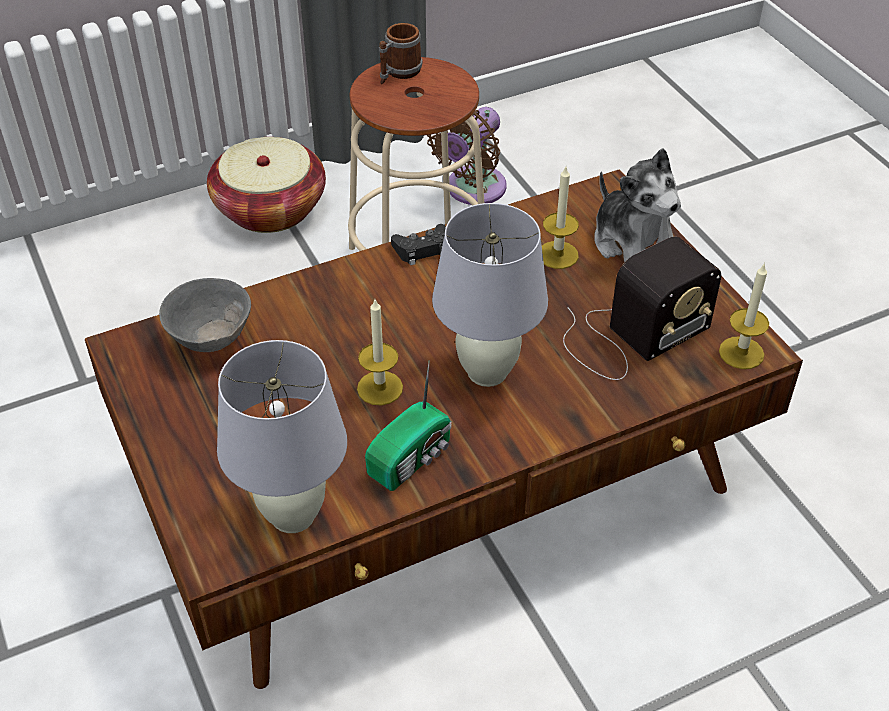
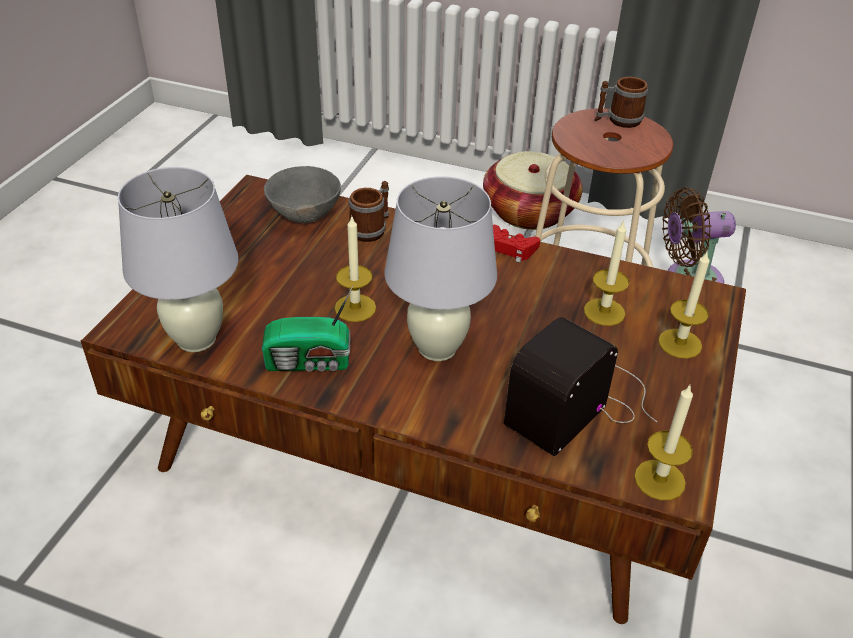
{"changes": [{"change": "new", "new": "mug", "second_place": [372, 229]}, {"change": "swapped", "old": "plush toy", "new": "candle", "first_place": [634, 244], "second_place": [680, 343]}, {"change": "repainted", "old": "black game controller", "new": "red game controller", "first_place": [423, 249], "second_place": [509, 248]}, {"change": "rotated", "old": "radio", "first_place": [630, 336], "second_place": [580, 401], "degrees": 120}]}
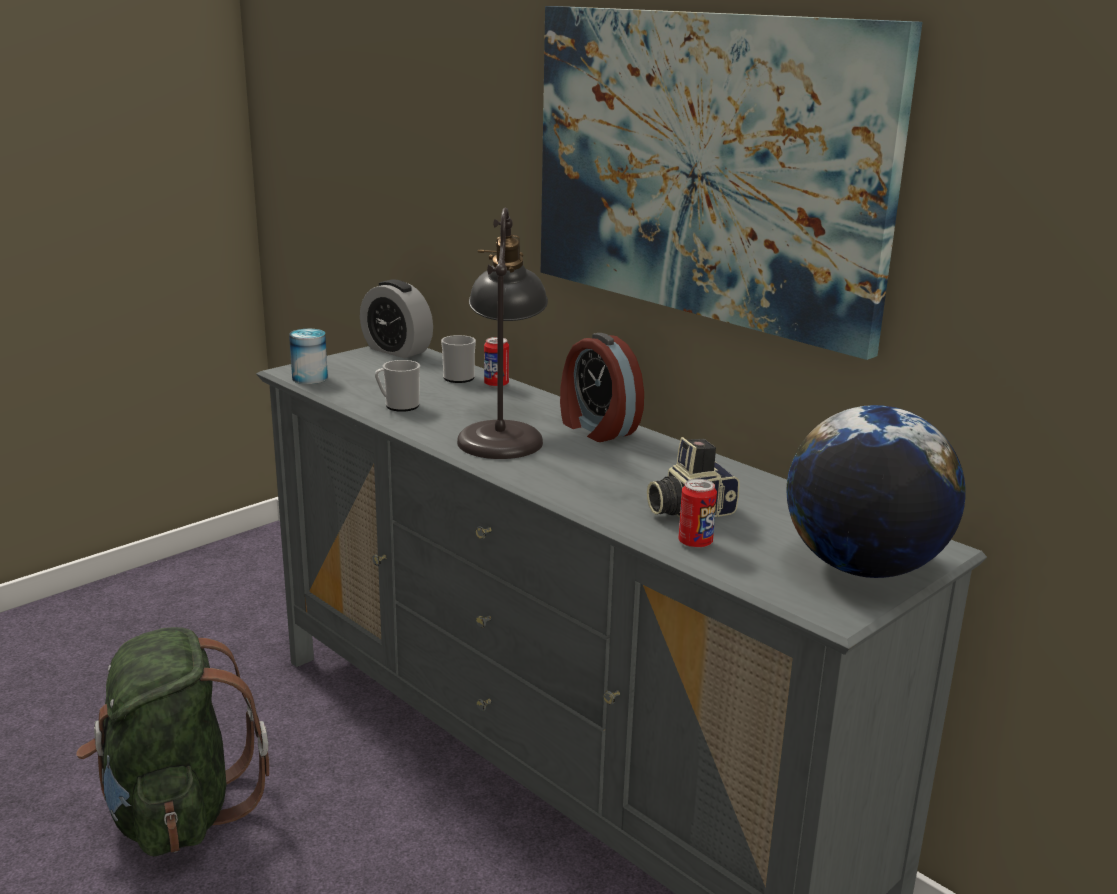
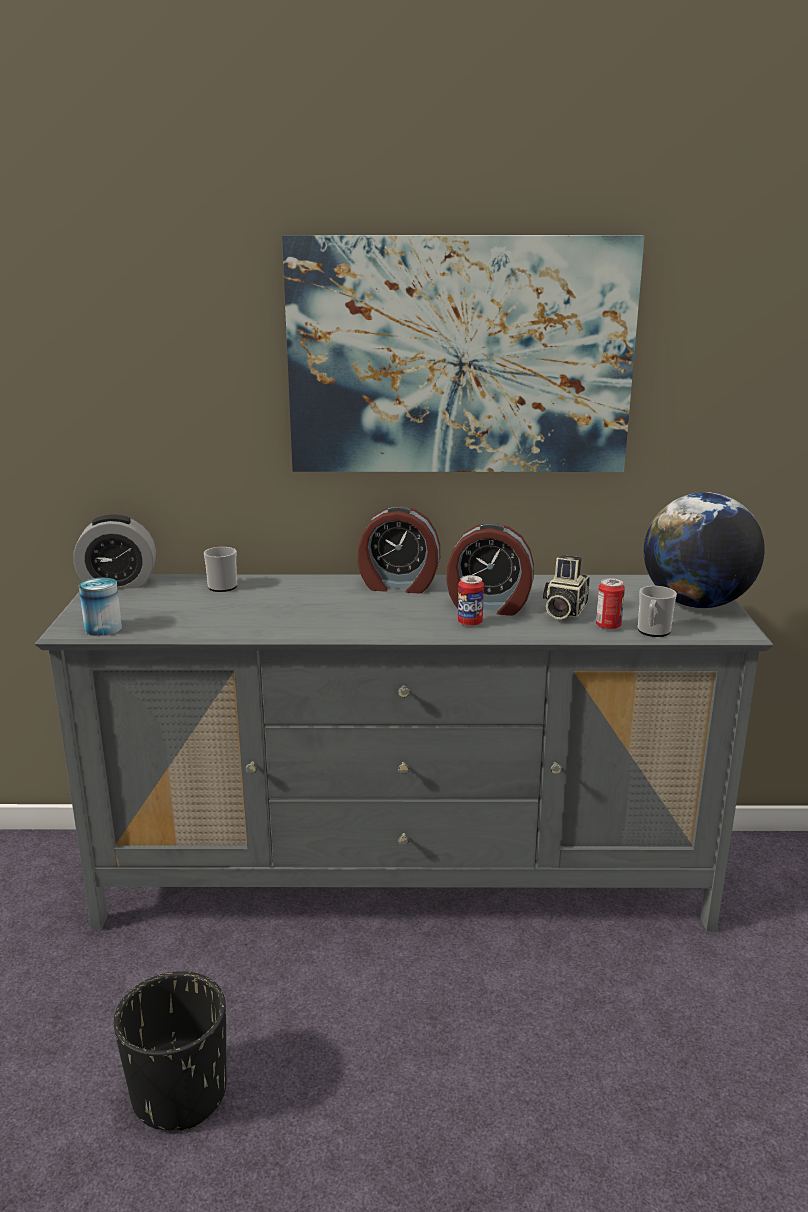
{"changes": [{"change": "gone", "old": "grey table lamp", "first_place": [502, 428]}, {"change": "new", "new": "alarm clock", "second_place": [488, 606]}, {"change": "shifted", "old": "mug", "first_place": [398, 406], "second_place": [653, 632]}, {"change": "shifted", "old": "can", "first_place": [496, 385], "second_place": [470, 623]}, {"change": "swapped", "old": "green backpack", "new": "black planter", "first_place": [176, 811], "second_place": [180, 1094]}]}
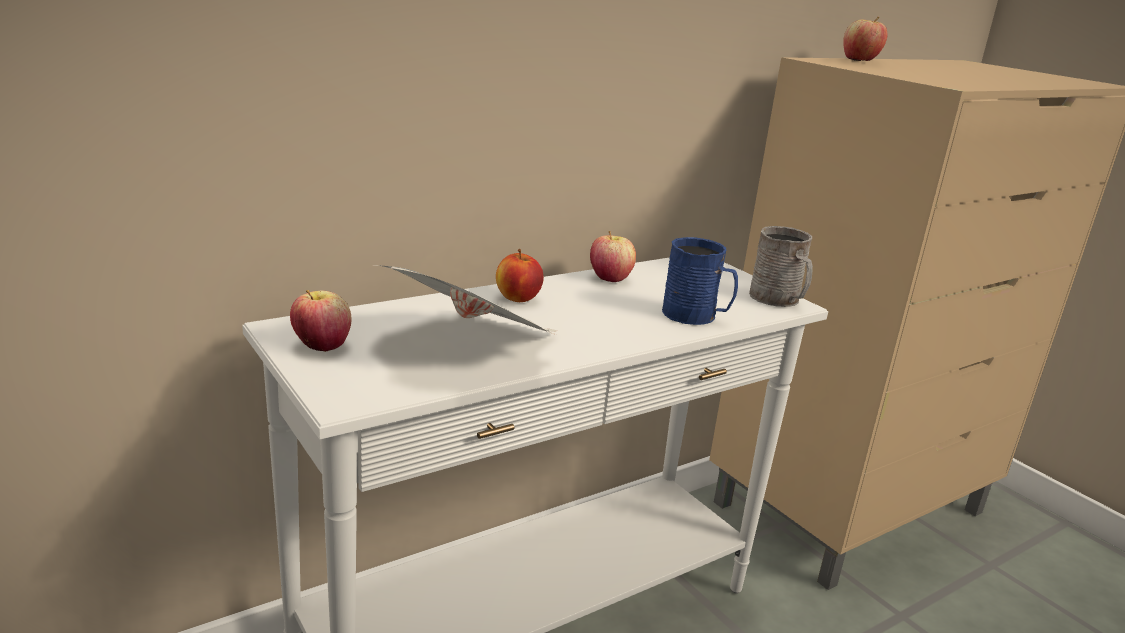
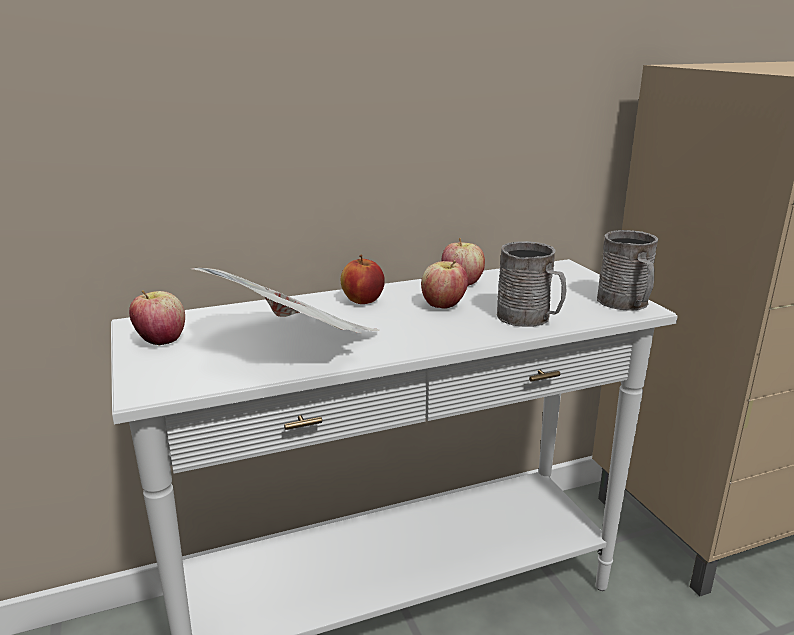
{"changes": [{"change": "shifted", "old": "apple", "first_place": [860, 61], "second_place": [443, 305]}, {"change": "repainted", "old": "blue mug", "new": "grey mug", "first_place": [696, 316], "second_place": [529, 318]}]}
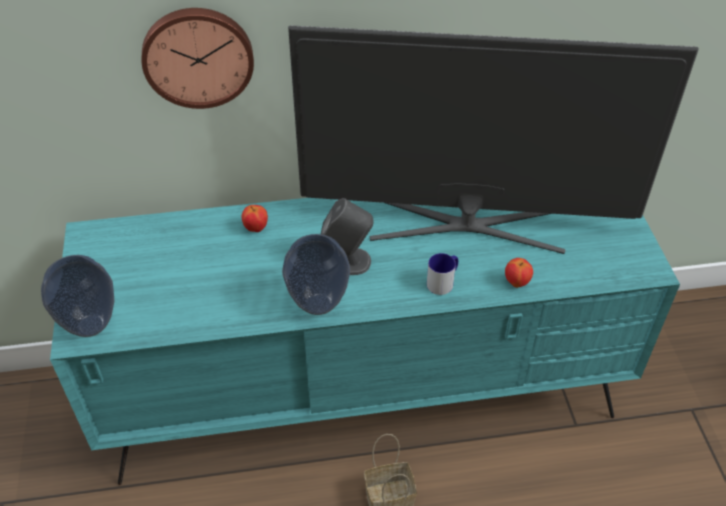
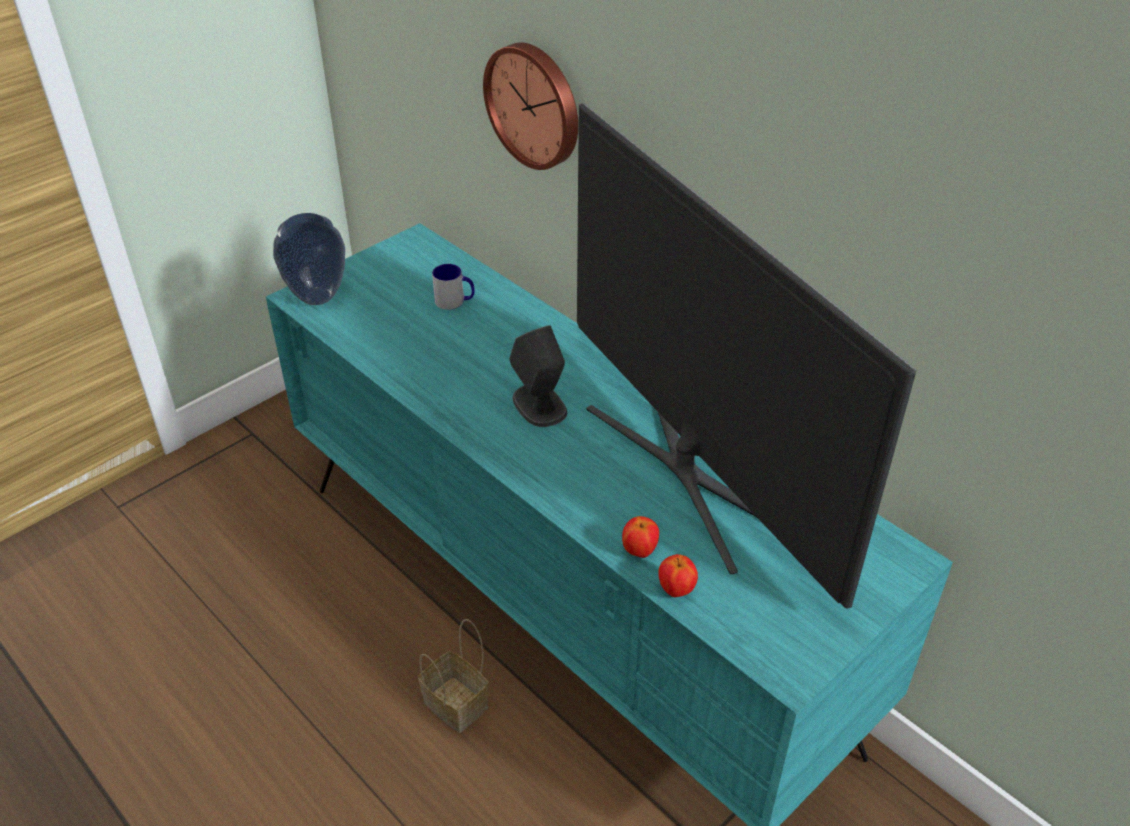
{"changes": [{"change": "gone", "old": "vase", "first_place": [317, 304]}, {"change": "shifted", "old": "apple", "first_place": [256, 228], "second_place": [676, 590]}, {"change": "shifted", "old": "mug", "first_place": [443, 282], "second_place": [455, 301]}]}
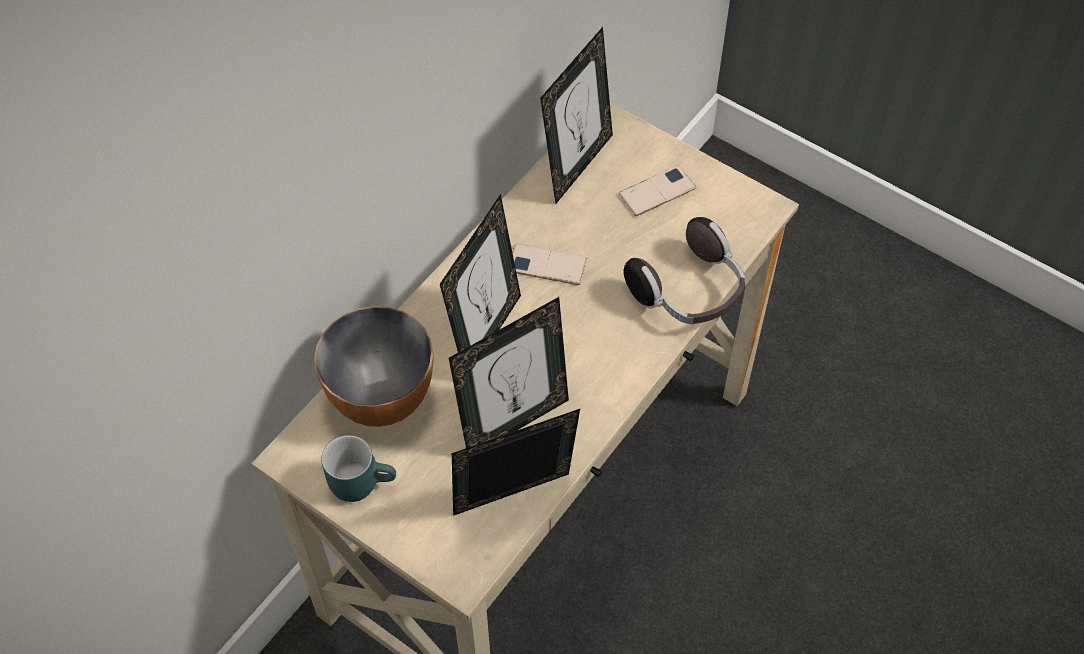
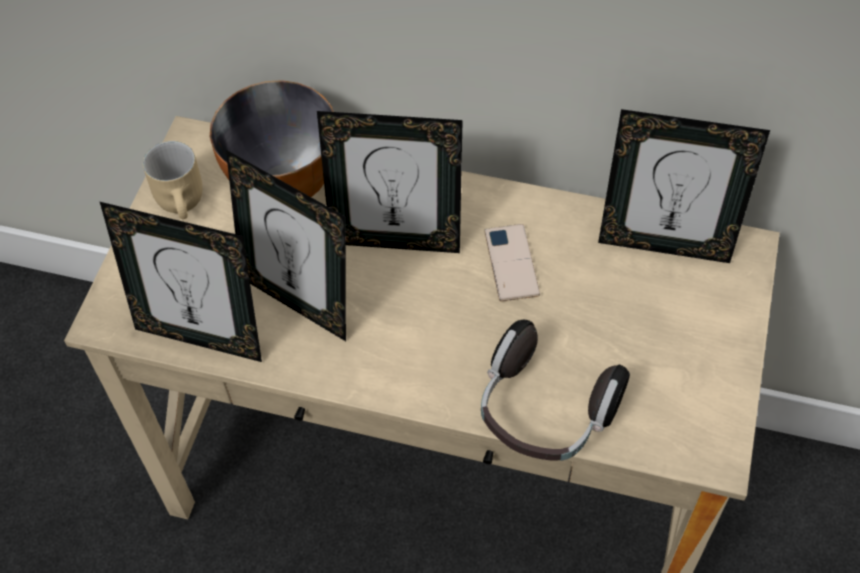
{"changes": [{"change": "gone", "old": "phone", "first_place": [657, 191]}, {"change": "repainted", "old": "turquoise mug", "new": "beige mug", "first_place": [361, 480], "second_place": [185, 202]}, {"change": "rotated", "old": "picture frame", "first_place": [515, 503], "second_place": [202, 336], "degrees": 150}]}
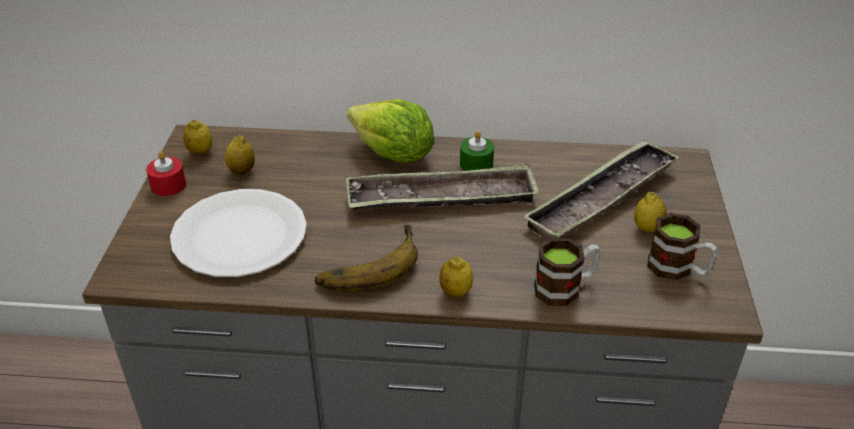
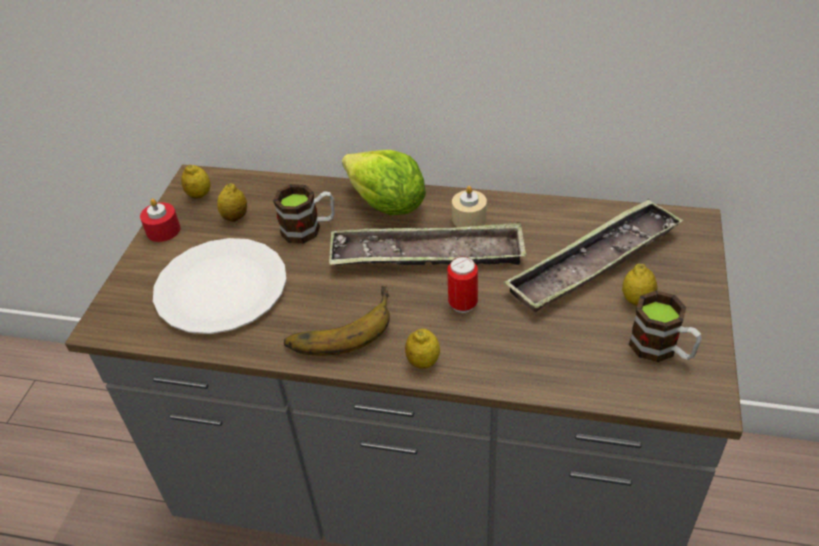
{"changes": [{"change": "new", "new": "can", "second_place": [463, 304]}, {"change": "shifted", "old": "mug", "first_place": [565, 287], "second_place": [309, 229]}, {"change": "repainted", "old": "green candle", "new": "beige candle", "first_place": [476, 164], "second_place": [469, 218]}]}
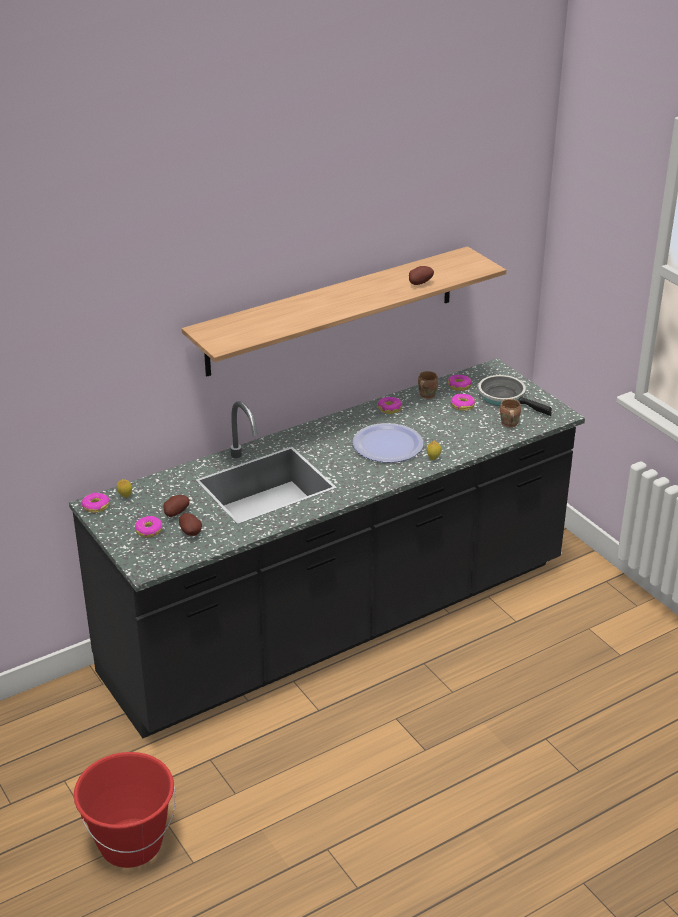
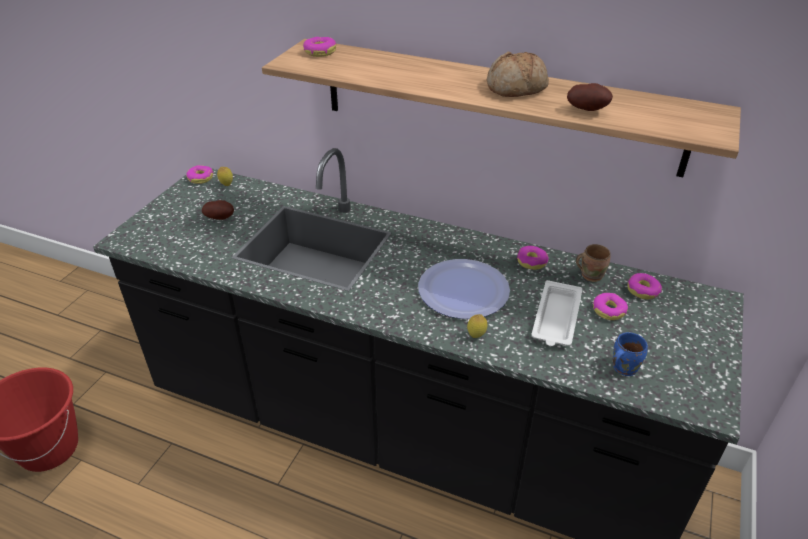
{"changes": [{"change": "gone", "old": "potato", "first_place": [191, 533]}, {"change": "gone", "old": "frying pan", "first_place": [505, 397]}, {"change": "new", "new": "bread", "second_place": [516, 88]}, {"change": "new", "new": "white tray", "second_place": [556, 319]}, {"change": "shifted", "old": "donut", "first_place": [148, 530], "second_place": [320, 52]}, {"change": "repainted", "old": "brown mug", "new": "blue mug", "first_place": [508, 424], "second_place": [622, 367]}]}
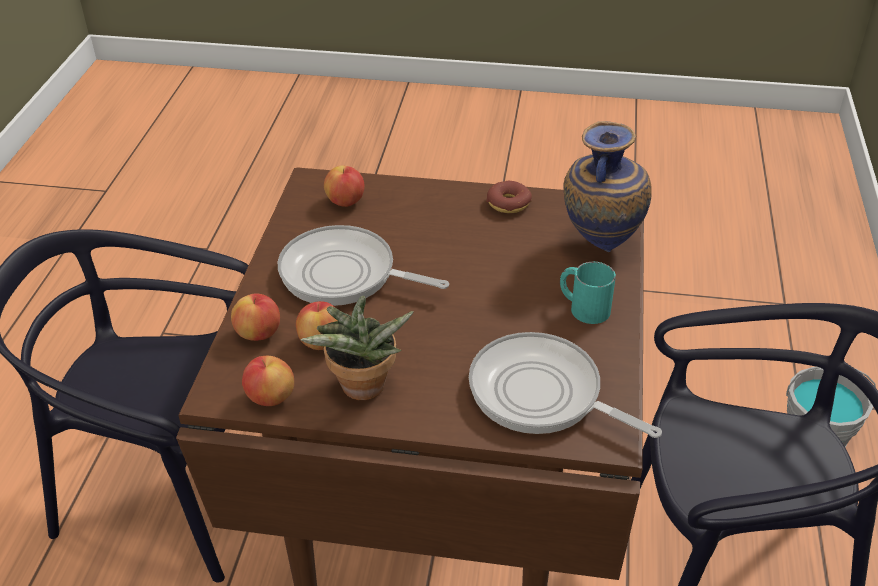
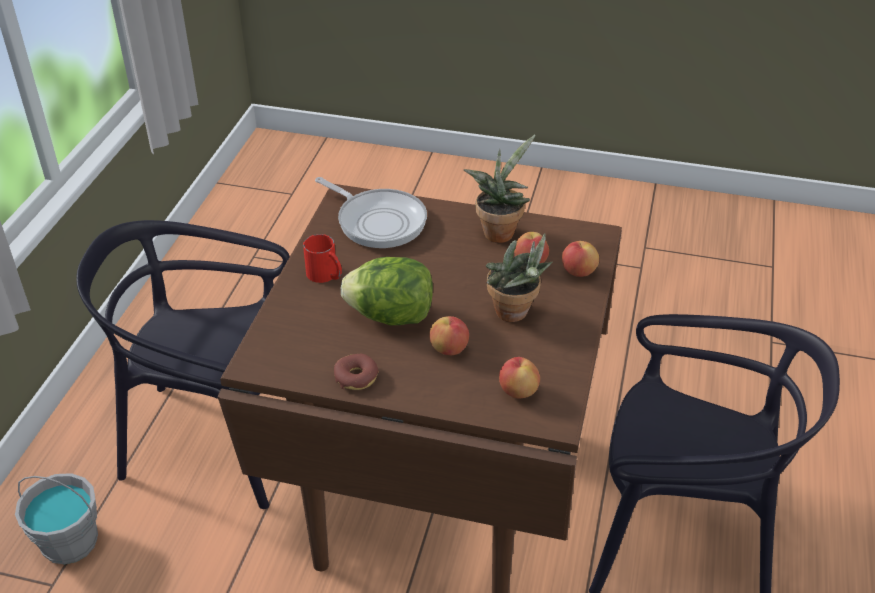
{"changes": [{"change": "gone", "old": "vase", "first_place": [599, 246]}, {"change": "new", "new": "lettuce", "second_place": [391, 316]}, {"change": "shifted", "old": "apple", "first_place": [270, 397], "second_place": [449, 349]}, {"change": "swapped", "old": "frying pan", "new": "potted plant", "first_place": [344, 275], "second_place": [515, 314]}, {"change": "repainted", "old": "turquoise mug", "new": "red mug", "first_place": [583, 307], "second_place": [326, 275]}]}
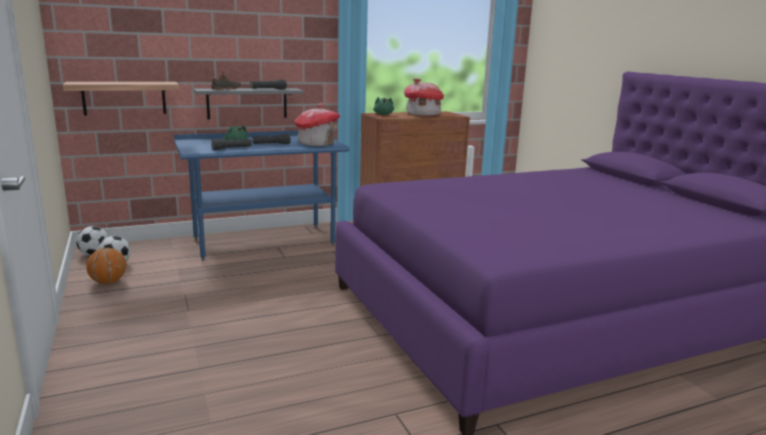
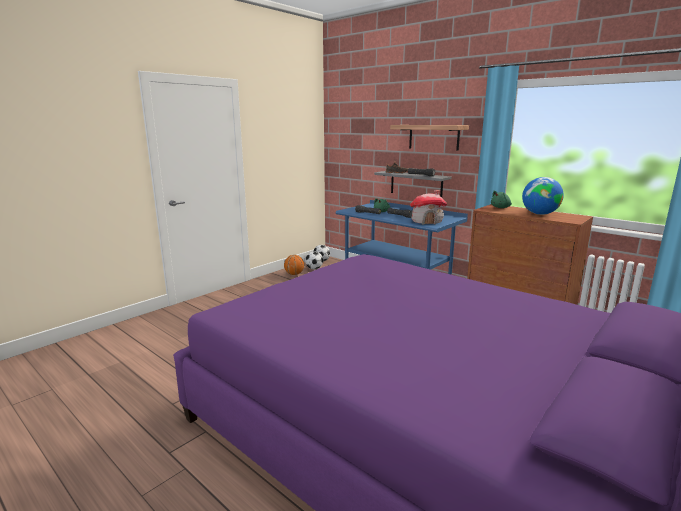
{"changes": [{"change": "shifted", "old": "shelf", "first_place": [124, 98], "second_place": [433, 137]}, {"change": "swapped", "old": "toy house", "new": "globe", "first_place": [423, 114], "second_place": [539, 214]}]}
